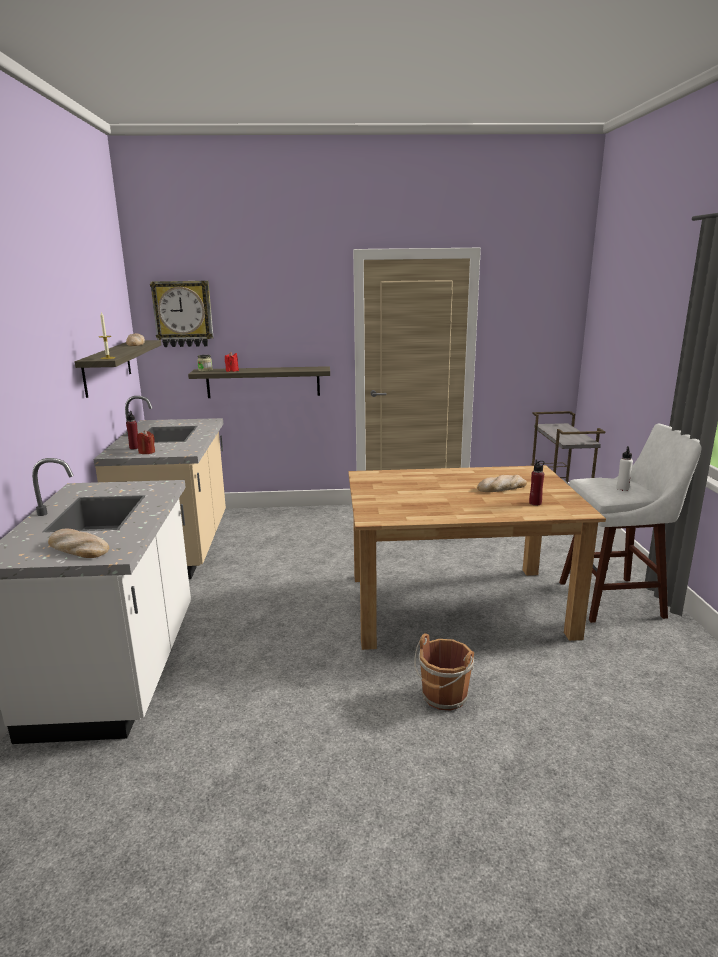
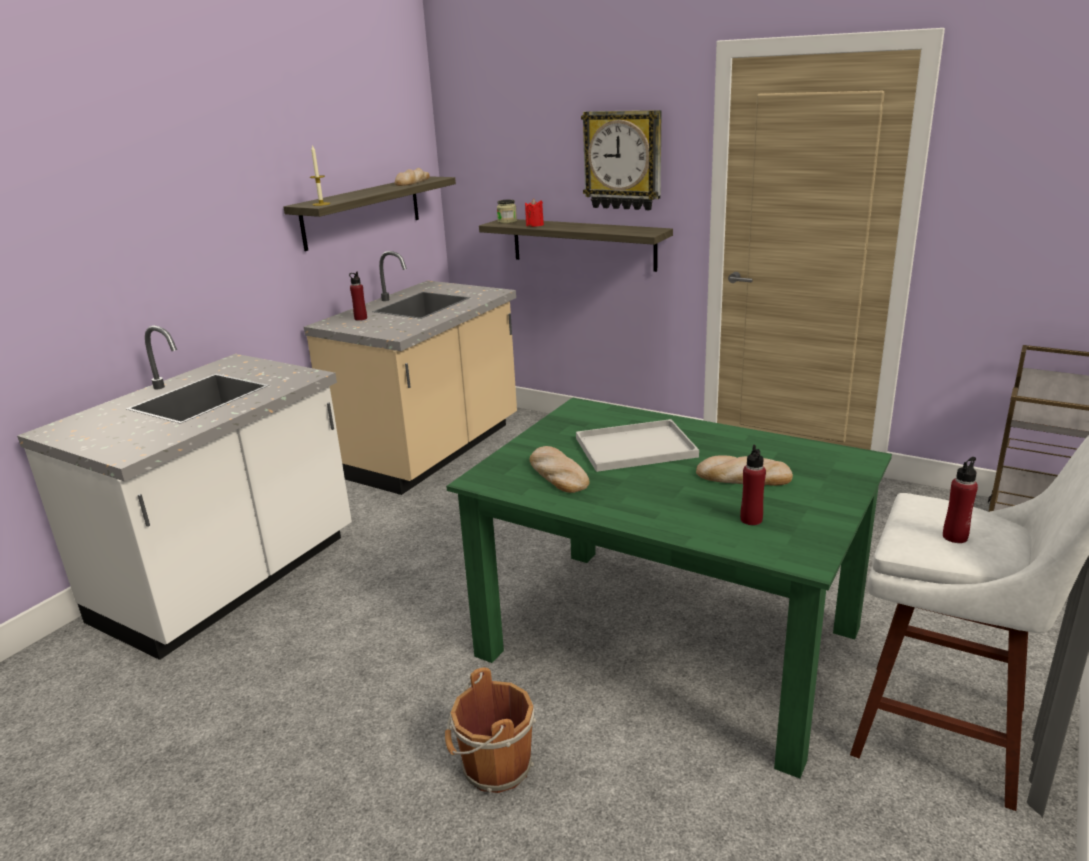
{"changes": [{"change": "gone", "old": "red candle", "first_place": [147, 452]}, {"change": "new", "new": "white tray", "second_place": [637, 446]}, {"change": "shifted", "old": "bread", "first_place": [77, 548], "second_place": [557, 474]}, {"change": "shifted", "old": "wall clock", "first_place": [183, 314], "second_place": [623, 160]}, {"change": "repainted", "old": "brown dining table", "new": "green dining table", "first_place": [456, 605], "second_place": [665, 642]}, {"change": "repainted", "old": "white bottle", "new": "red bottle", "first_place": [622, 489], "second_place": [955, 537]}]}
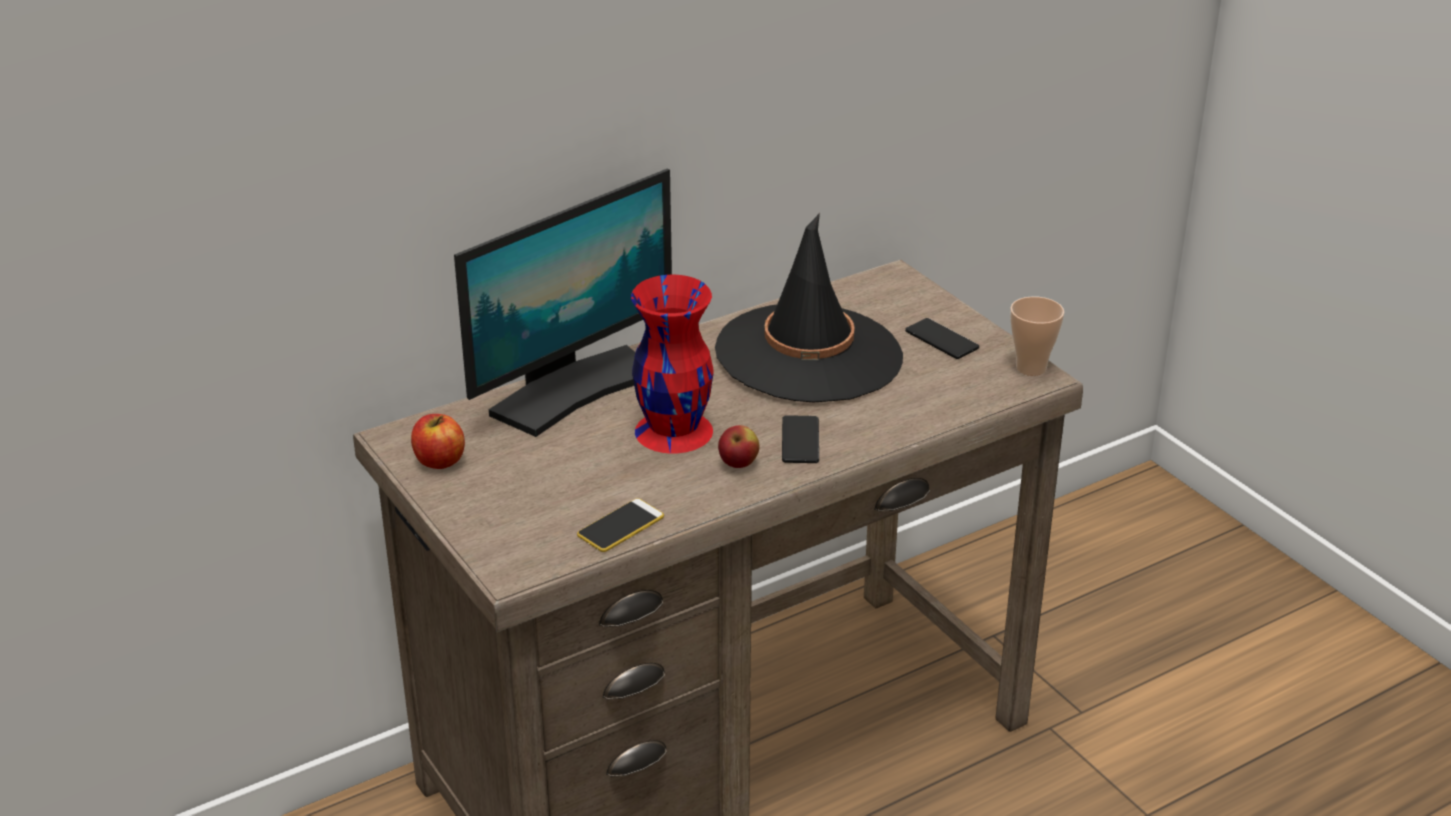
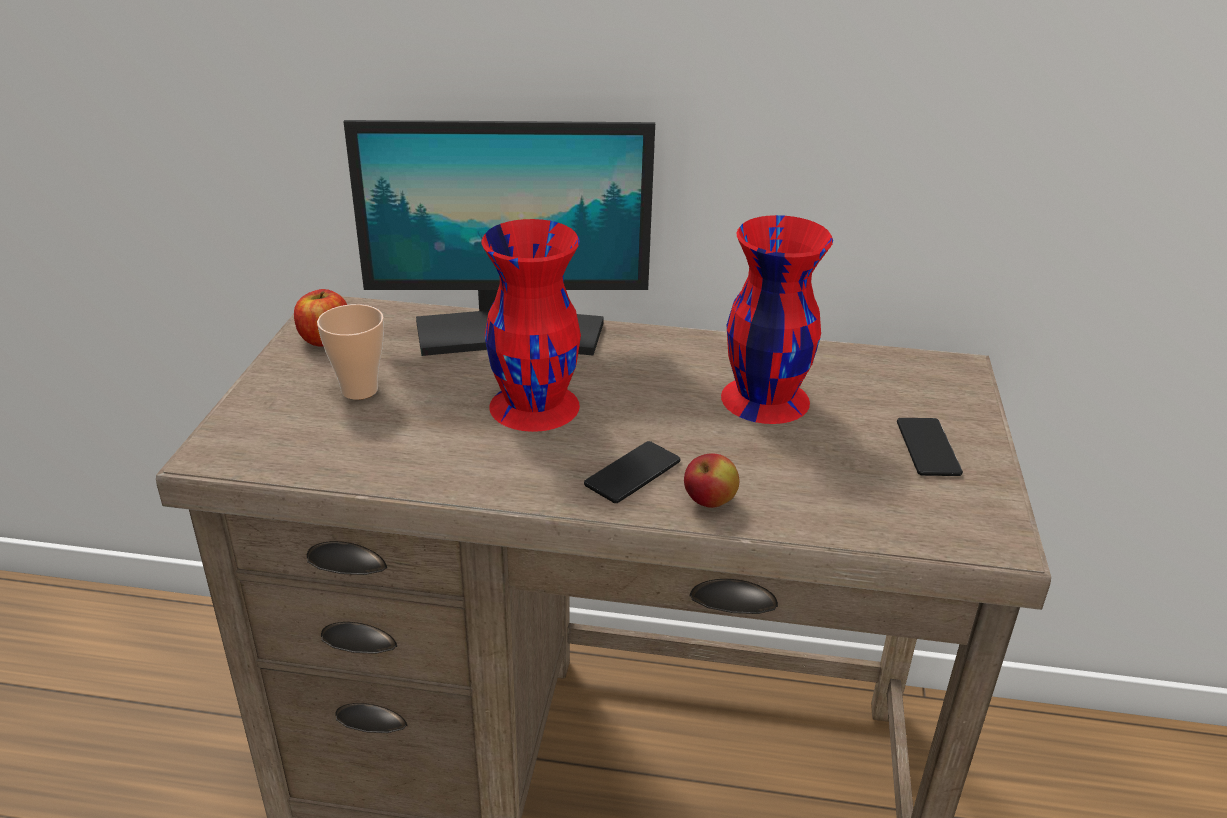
{"changes": [{"change": "gone", "old": "phone", "first_place": [620, 526]}, {"change": "shifted", "old": "apple", "first_place": [738, 464], "second_place": [709, 502]}, {"change": "shifted", "old": "cup", "first_place": [1031, 368], "second_place": [359, 390]}, {"change": "swapped", "old": "black hat", "new": "red vase", "first_place": [809, 354], "second_place": [763, 398]}]}
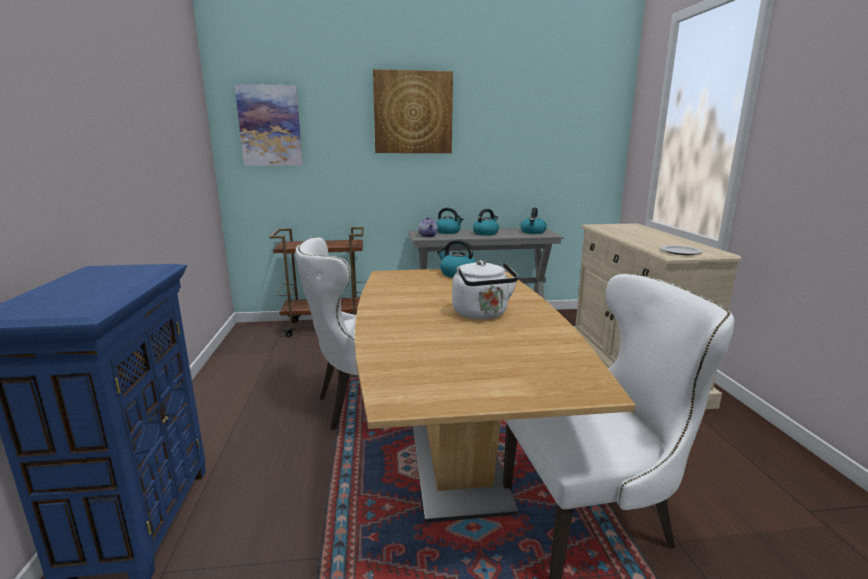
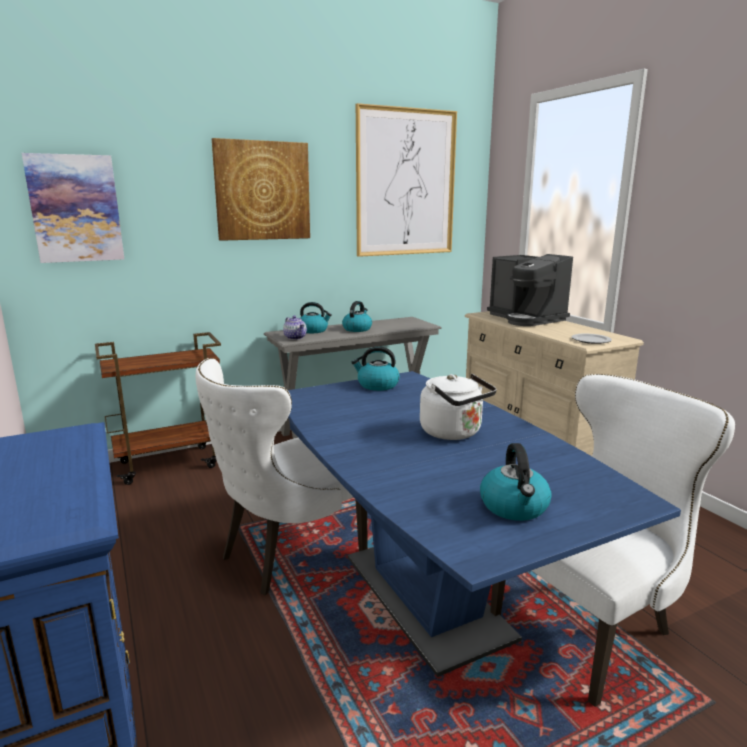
{"changes": [{"change": "new", "new": "picture", "second_place": [406, 183]}, {"change": "new", "new": "coffee machine", "second_place": [526, 318]}, {"change": "shifted", "old": "kettle", "first_place": [533, 232], "second_place": [514, 507]}, {"change": "repainted", "old": "brown dining table", "new": "blue dining table", "first_place": [456, 459], "second_place": [425, 596]}]}
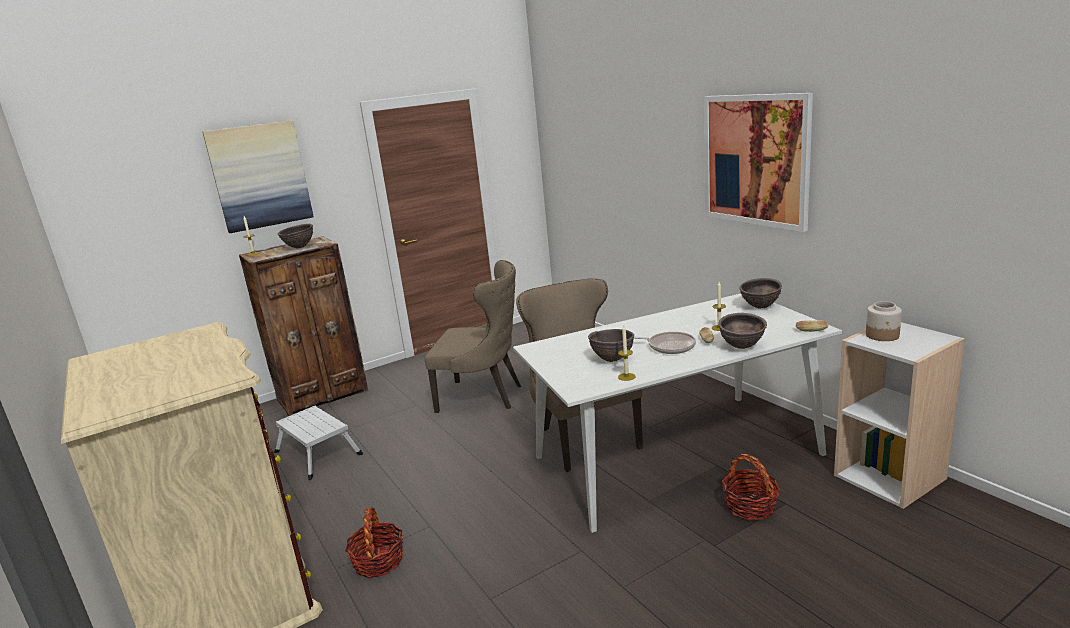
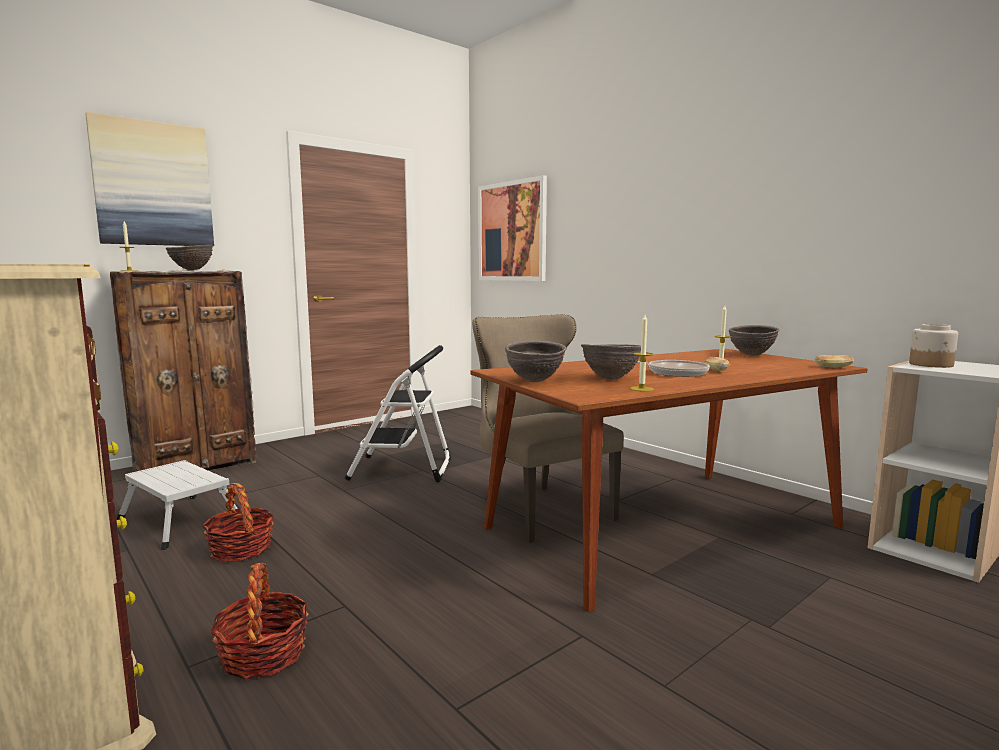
{"changes": [{"change": "shifted", "old": "picture", "first_place": [755, 160], "second_place": [512, 231]}, {"change": "shifted", "old": "brown bowl", "first_place": [741, 347], "second_place": [534, 381]}, {"change": "shifted", "old": "basket", "first_place": [750, 506], "second_place": [241, 549]}, {"change": "swapped", "old": "beige chair", "new": "step ladder", "first_place": [484, 396], "second_place": [404, 469]}, {"change": "repainted", "old": "white dining table", "new": "brown dining table", "first_place": [675, 456], "second_place": [663, 528]}]}
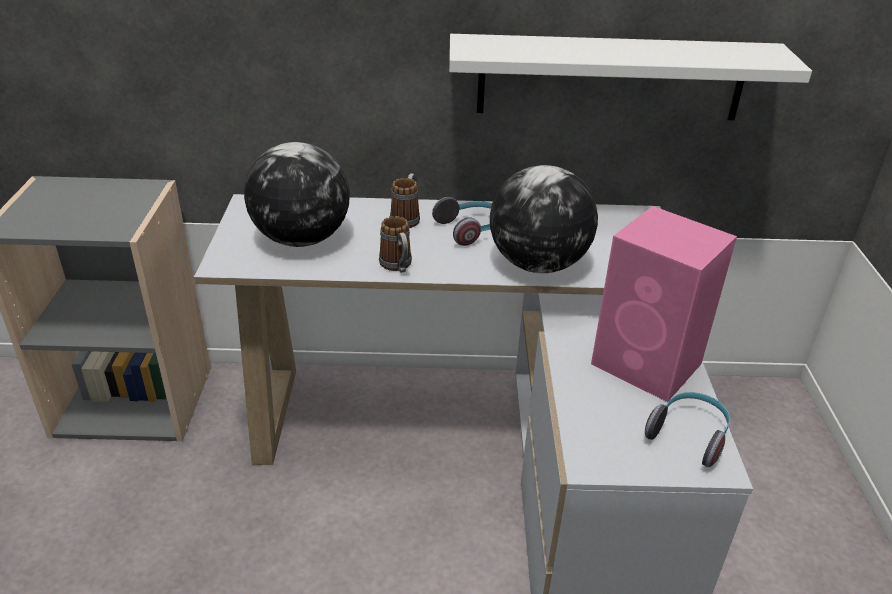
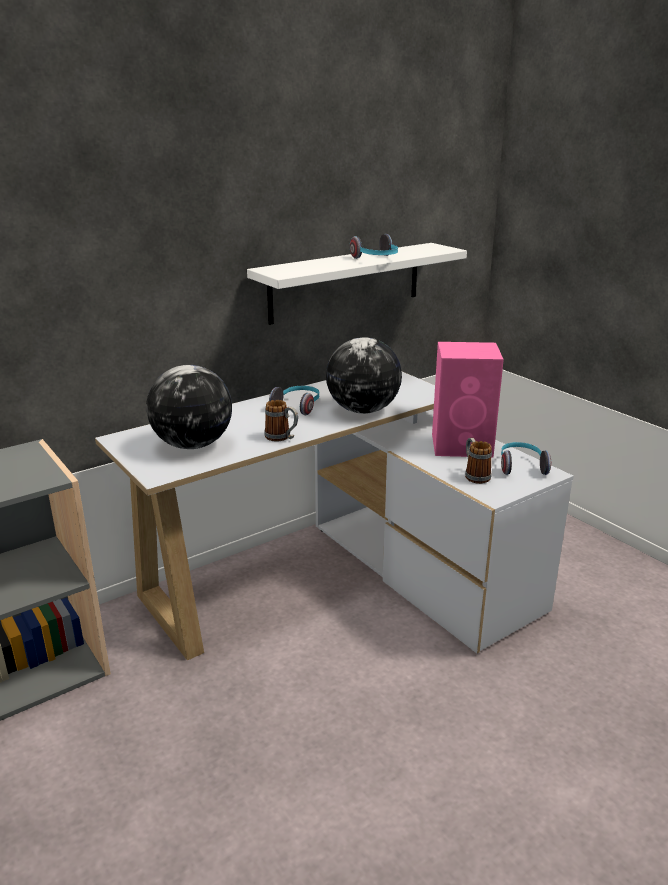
{"changes": [{"change": "new", "new": "headphones", "second_place": [376, 259]}, {"change": "shifted", "old": "mug", "first_place": [407, 218], "second_place": [474, 475]}]}
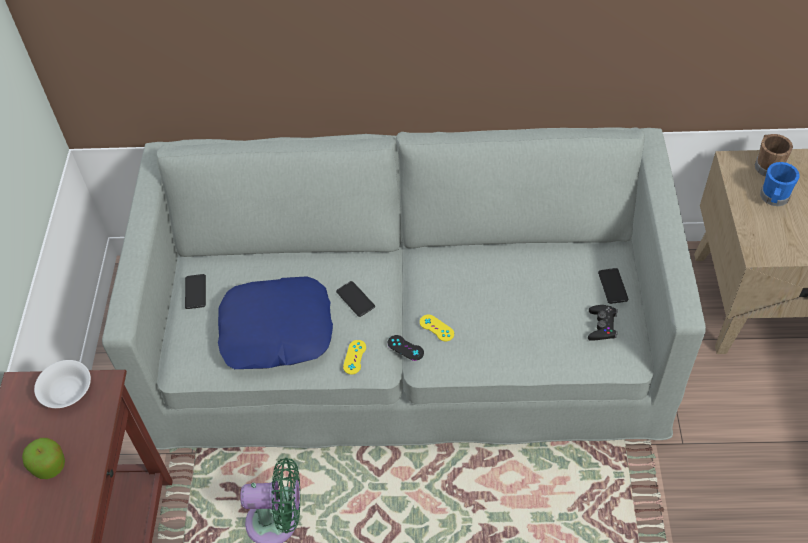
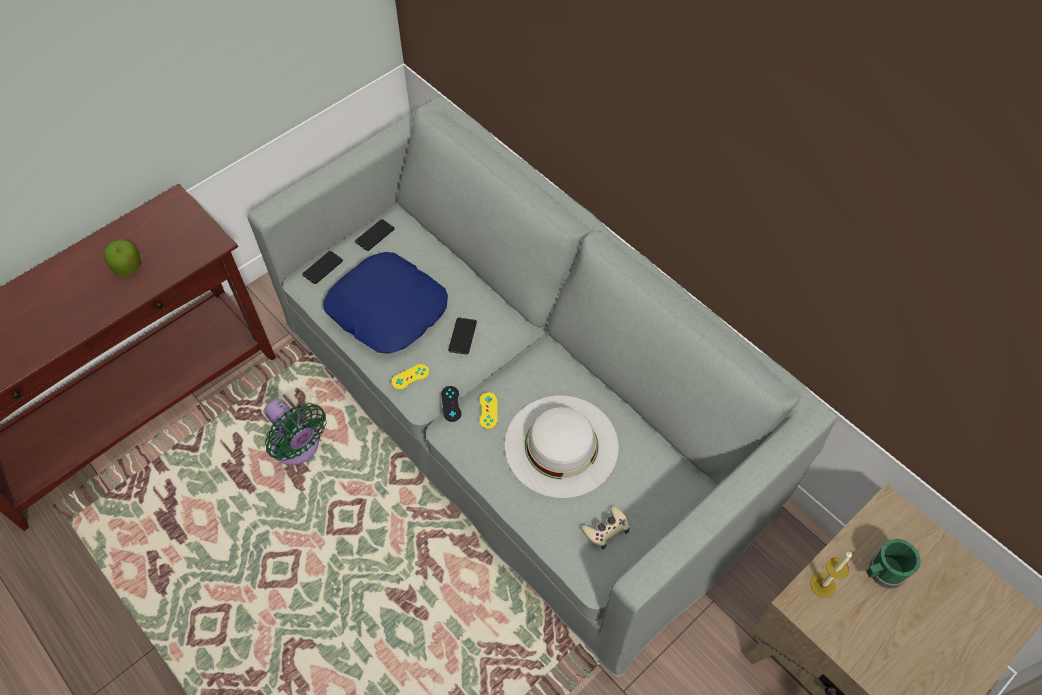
{"changes": [{"change": "gone", "old": "white bowl", "first_place": [68, 391]}, {"change": "gone", "old": "brown mug", "first_place": [767, 165]}, {"change": "new", "new": "white hat", "second_place": [561, 445]}, {"change": "new", "new": "candle", "second_place": [823, 585]}, {"change": "shifted", "old": "phone", "first_place": [612, 286], "second_place": [323, 268]}, {"change": "repainted", "old": "black game controller", "new": "beige game controller", "first_place": [602, 326], "second_place": [606, 530]}, {"change": "repainted", "old": "blue mug", "new": "green mug", "first_place": [773, 198], "second_place": [882, 572]}]}
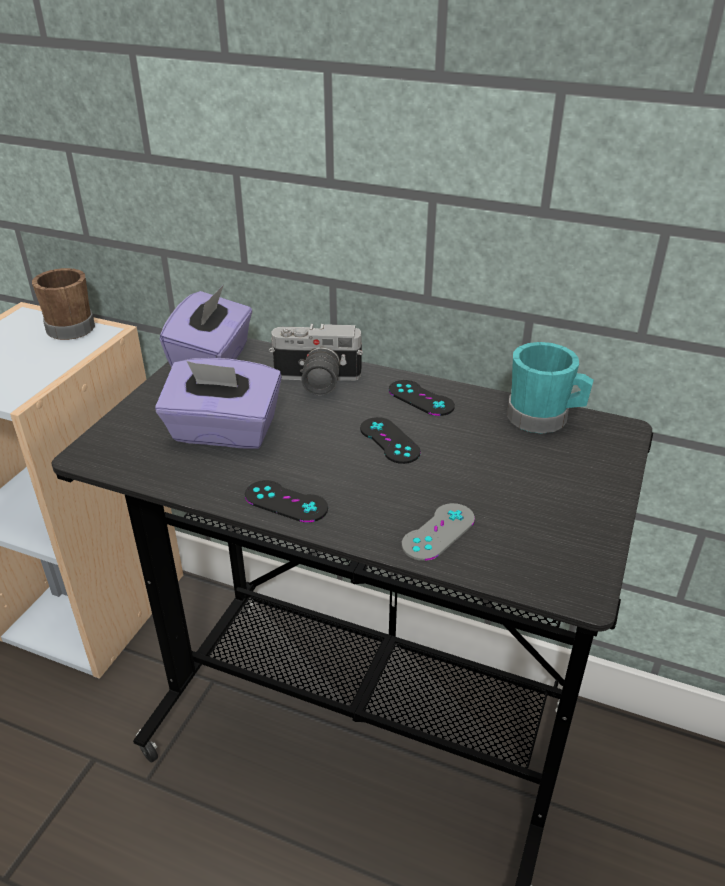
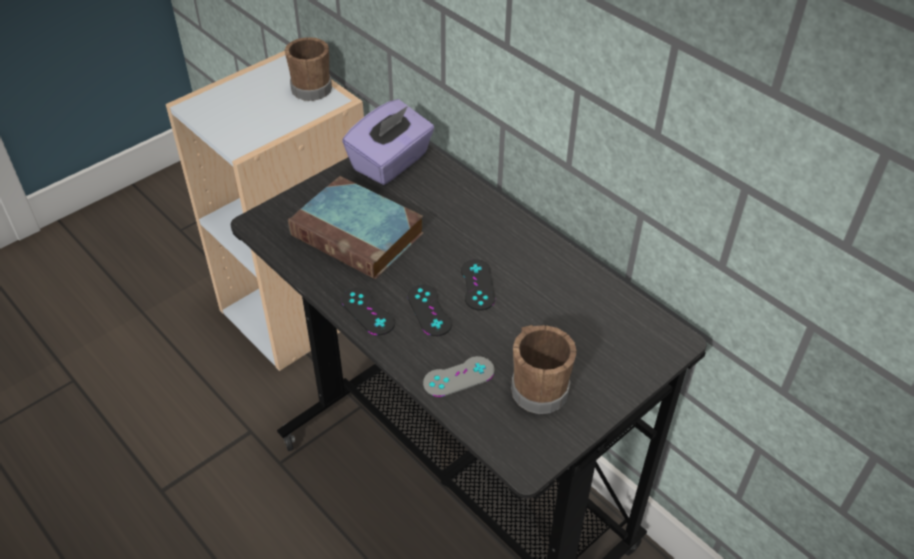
{"changes": [{"change": "gone", "old": "photo camera", "first_place": [315, 382]}, {"change": "gone", "old": "turquoise mug", "first_place": [544, 418]}, {"change": "new", "new": "brown mug", "second_place": [537, 385]}, {"change": "shifted", "old": "black game controller", "first_place": [421, 398], "second_place": [429, 310]}, {"change": "swapped", "old": "purple tissue box", "new": "book", "first_place": [223, 432], "second_place": [360, 235]}]}
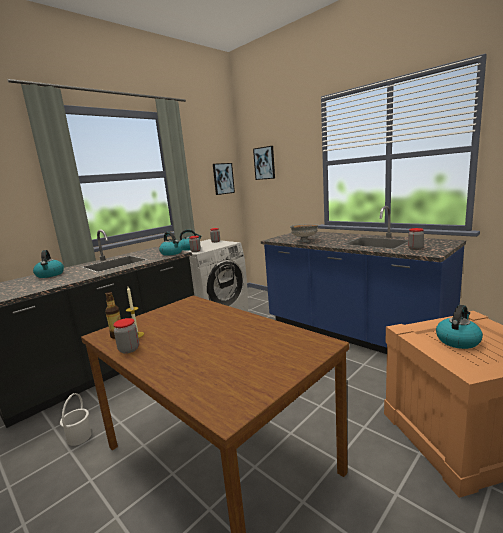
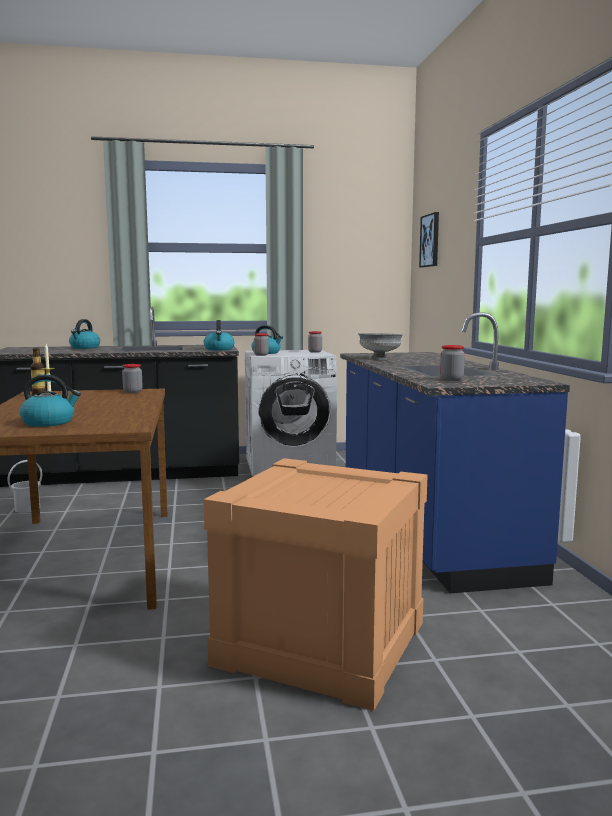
{"changes": [{"change": "gone", "old": "picture", "first_place": [223, 178]}, {"change": "shifted", "old": "jar", "first_place": [129, 349], "second_place": [133, 391]}, {"change": "shifted", "old": "kettle", "first_place": [457, 340], "second_place": [49, 422]}]}
